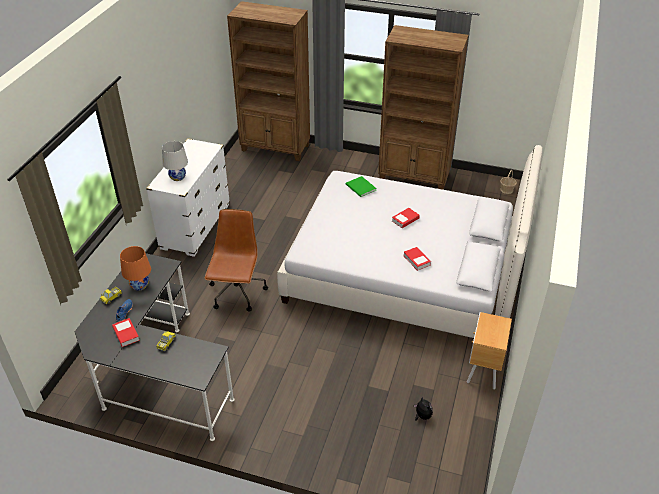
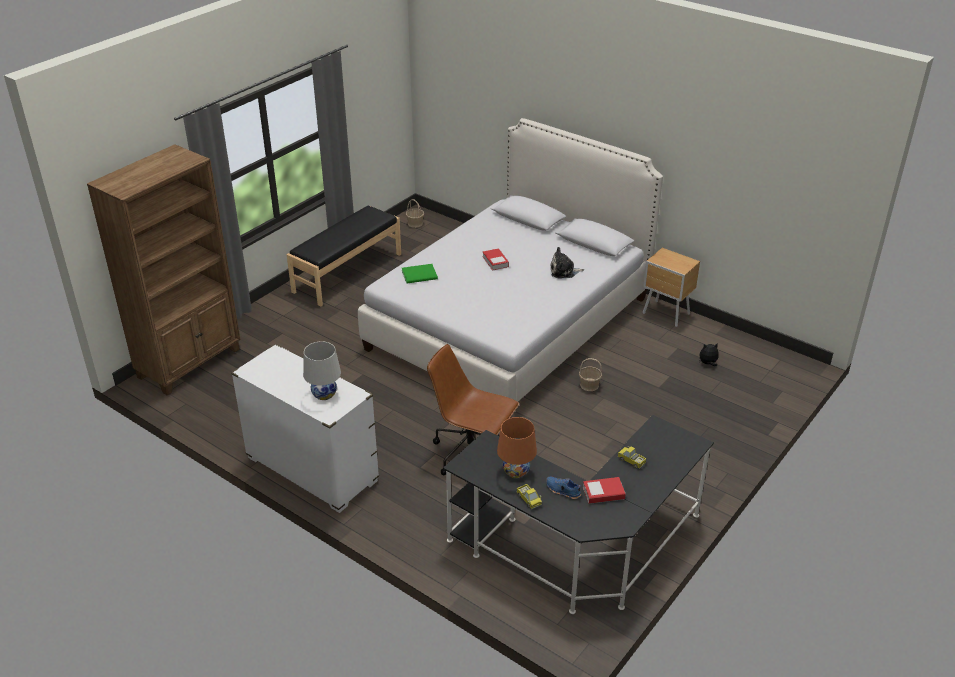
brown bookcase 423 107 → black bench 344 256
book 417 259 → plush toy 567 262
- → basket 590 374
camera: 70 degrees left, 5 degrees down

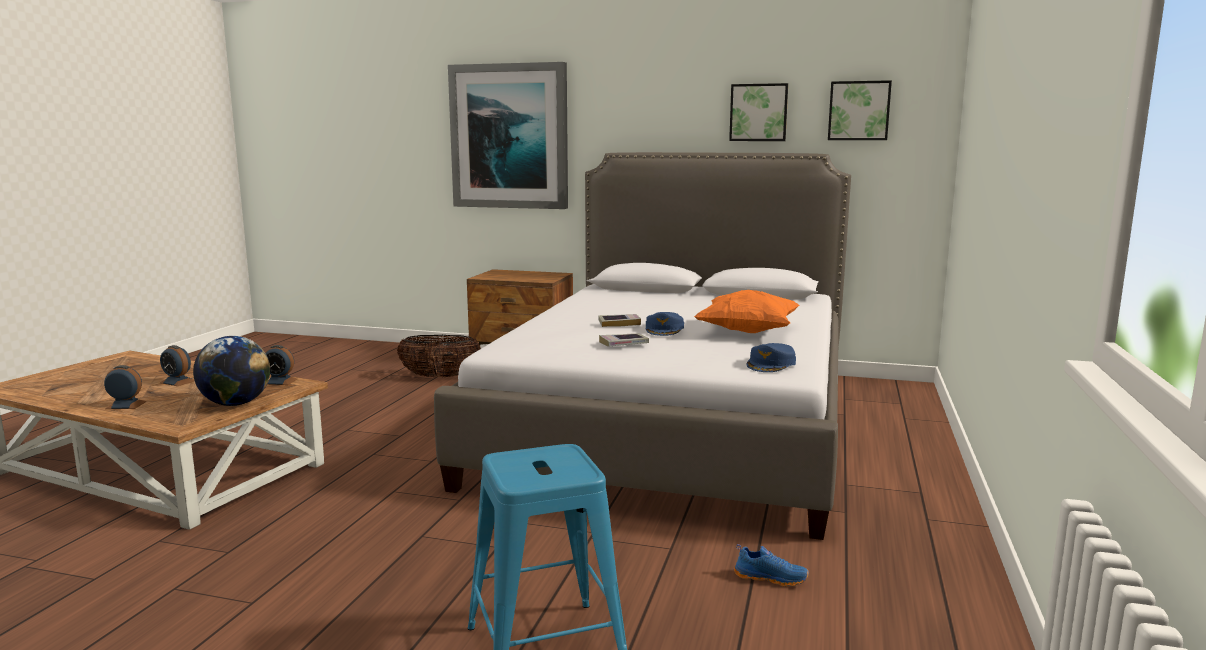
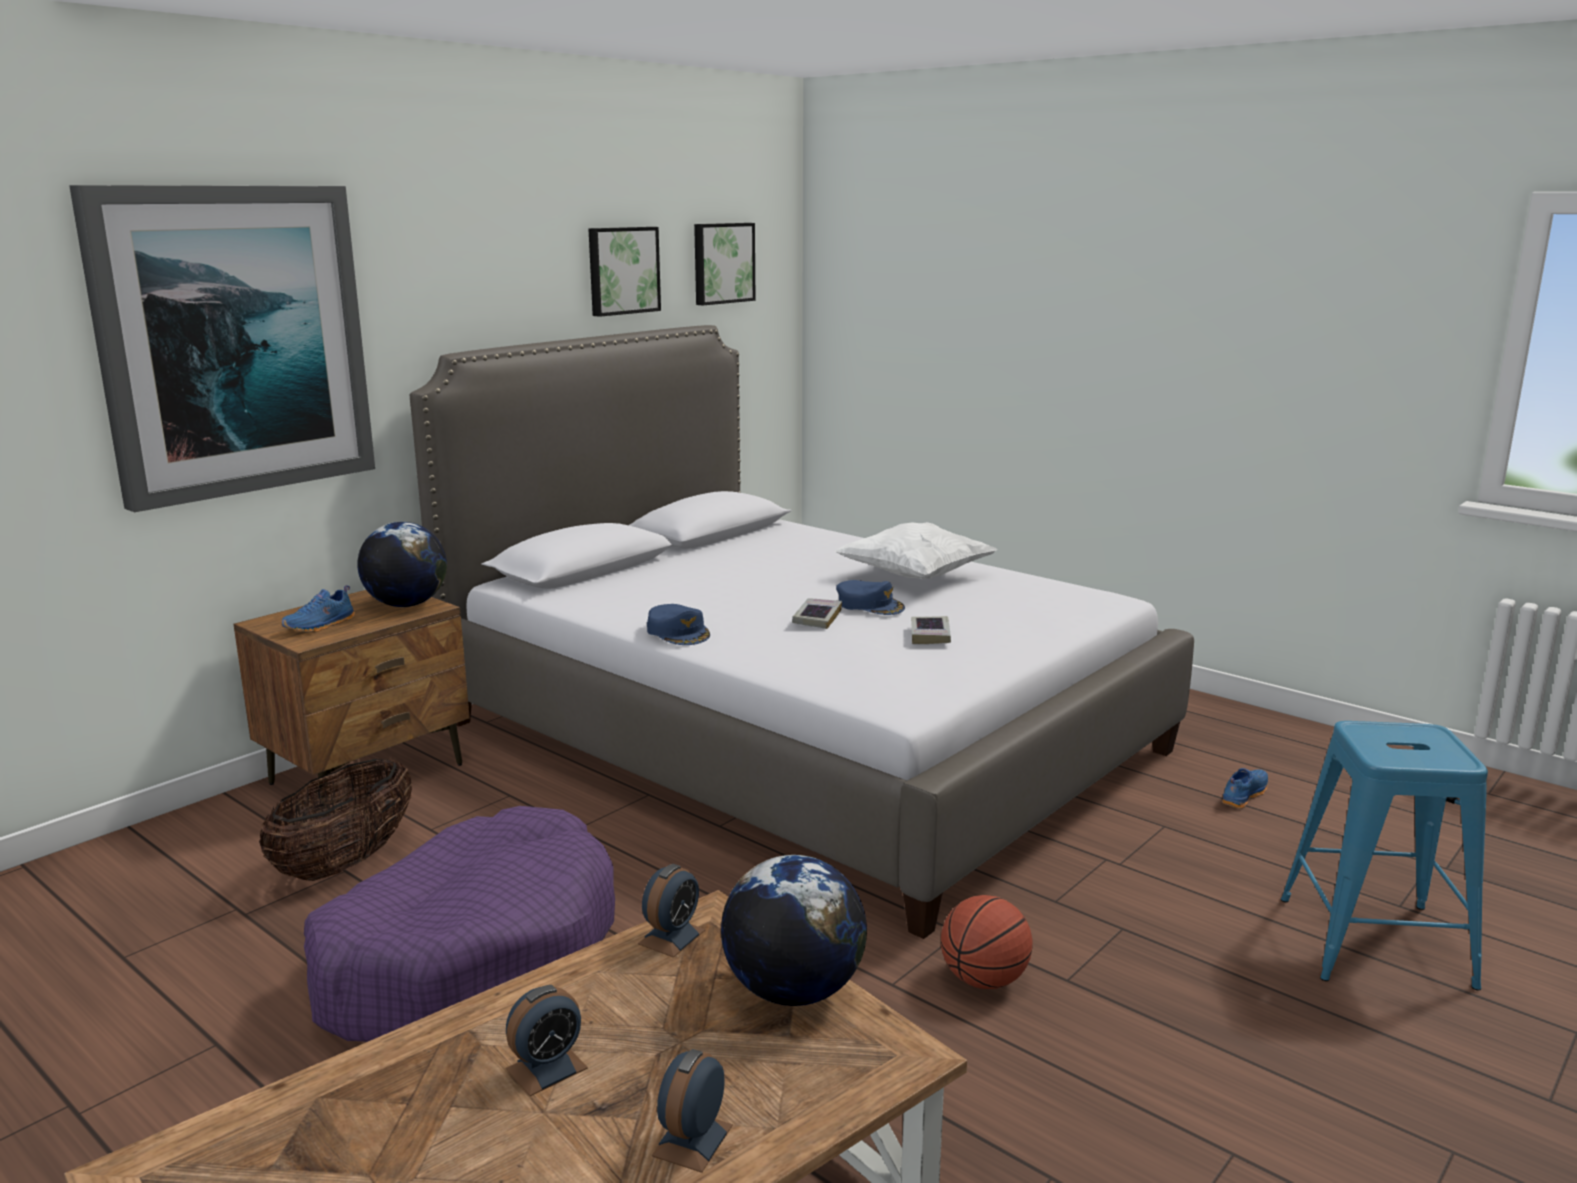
- → blue shoe 318 608
- → purple dog bed 459 924
- → globe 402 564
blue cap 771 357 → blue cap 678 624, move
orange pillow 747 311 → white pillow 916 551
- → basketball 987 942
camera: 65 degrees left, 5 degrees up

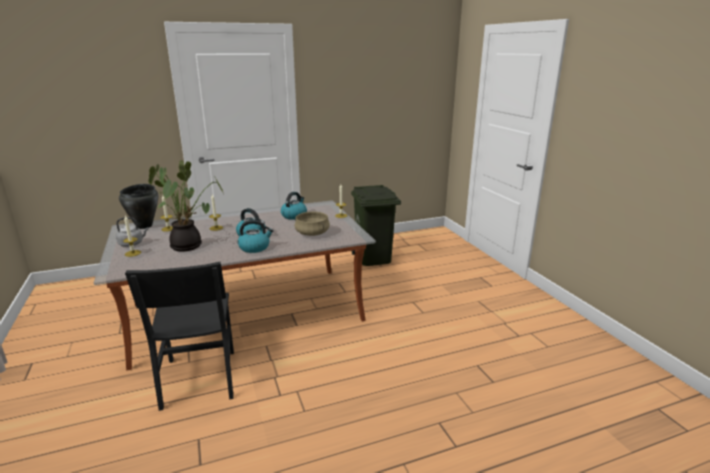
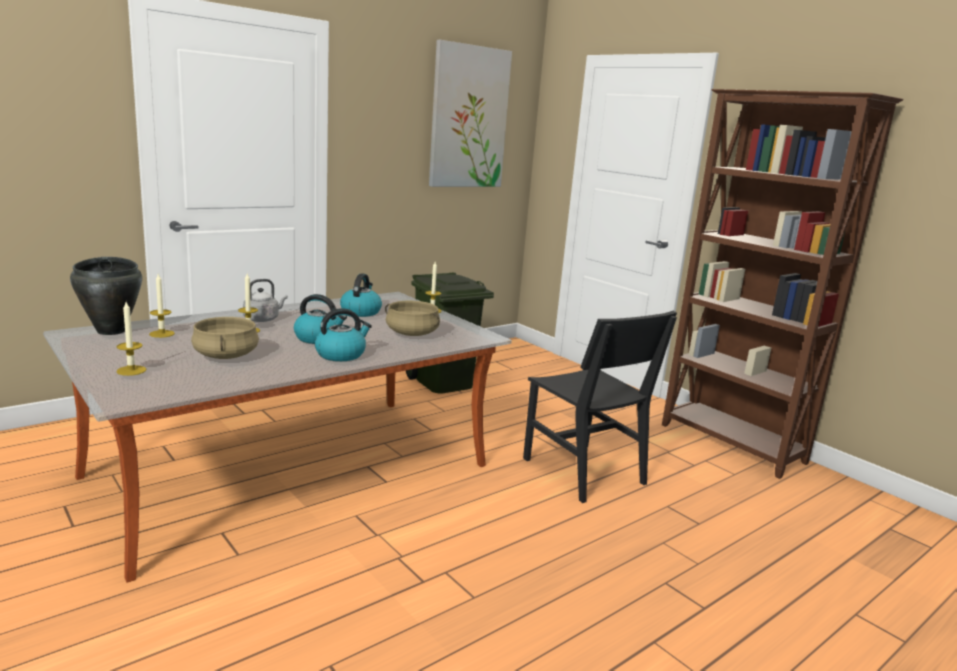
potted plant 185 206 → beige cooking pot 225 338
grey kettle 132 232 → grey kettle 265 300, move
- → picture 470 113
black chair 179 336 → black chair 600 407, move
- → brown bookcase 783 284
camera: 20 degrees left, 5 degrees down

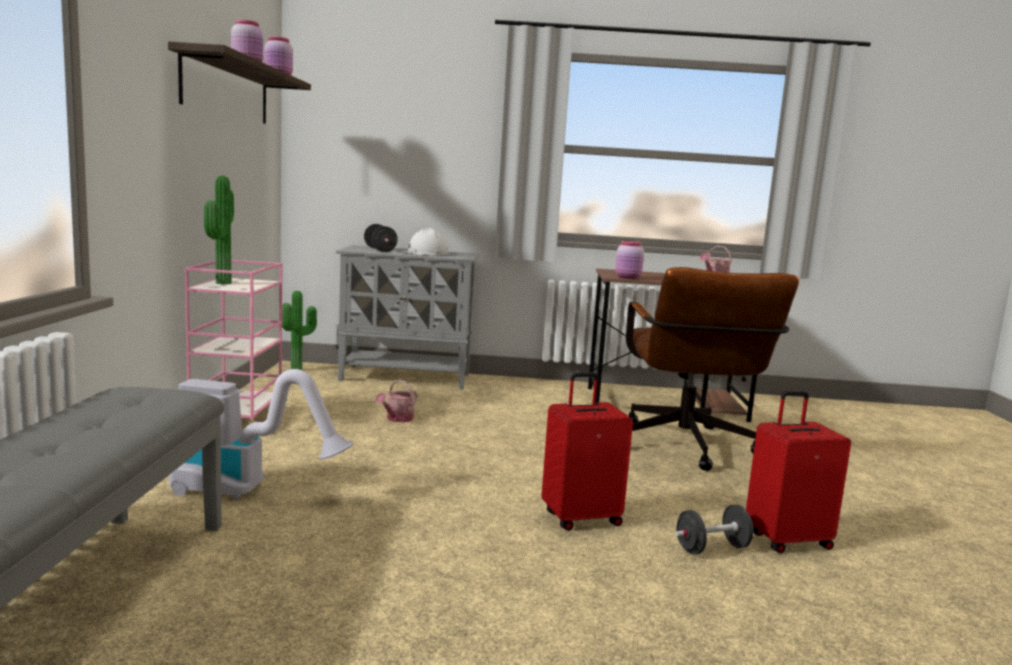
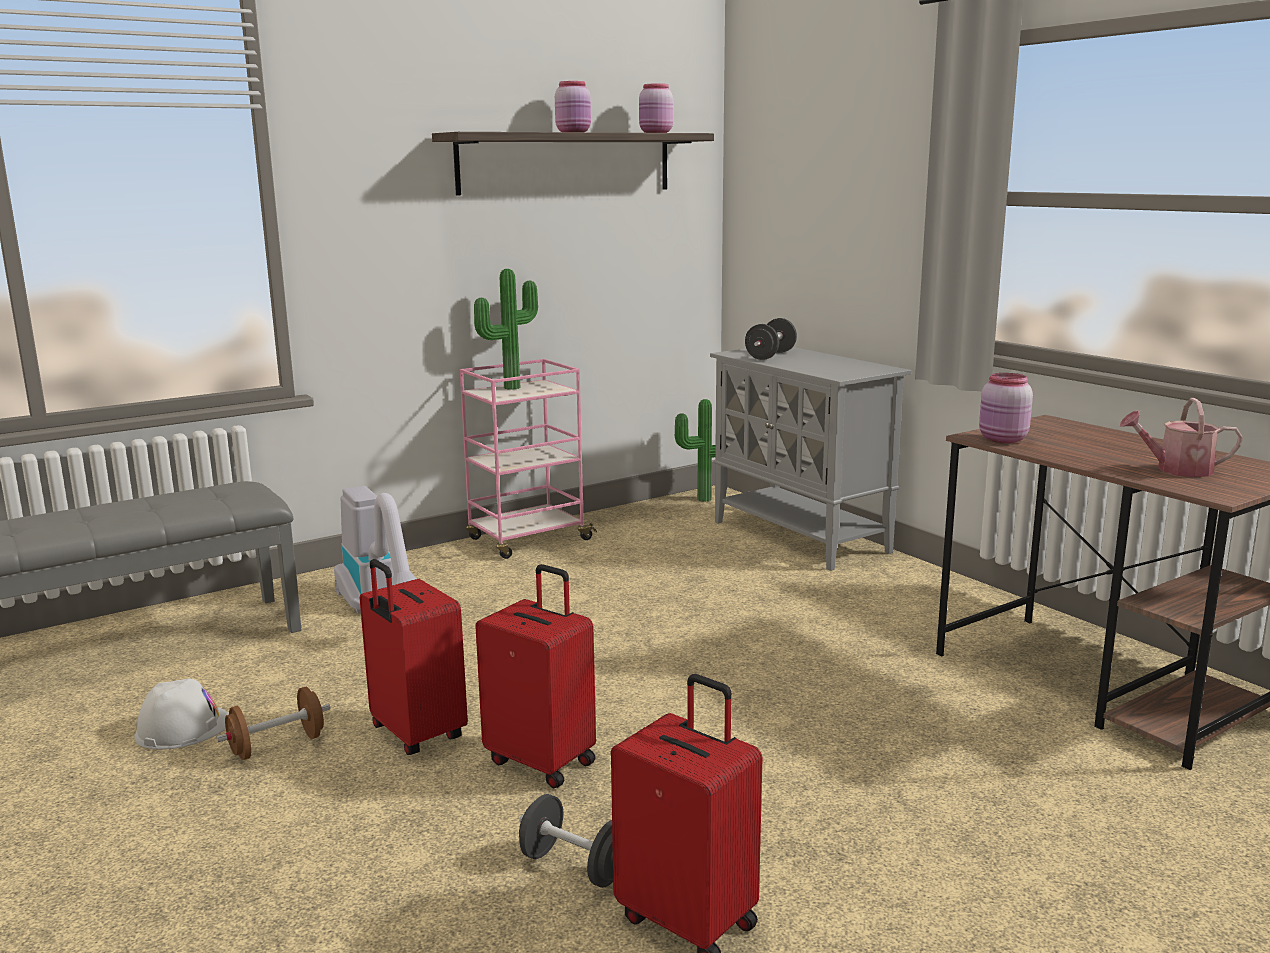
white hard hat 428 241 → white hard hat 181 713, move
- → brown dumbbell 273 723
- → red suitcase 414 657
watering can 396 401 → -
brown office chair 712 369 → -
camera: 55 degrees right, 5 degrees up

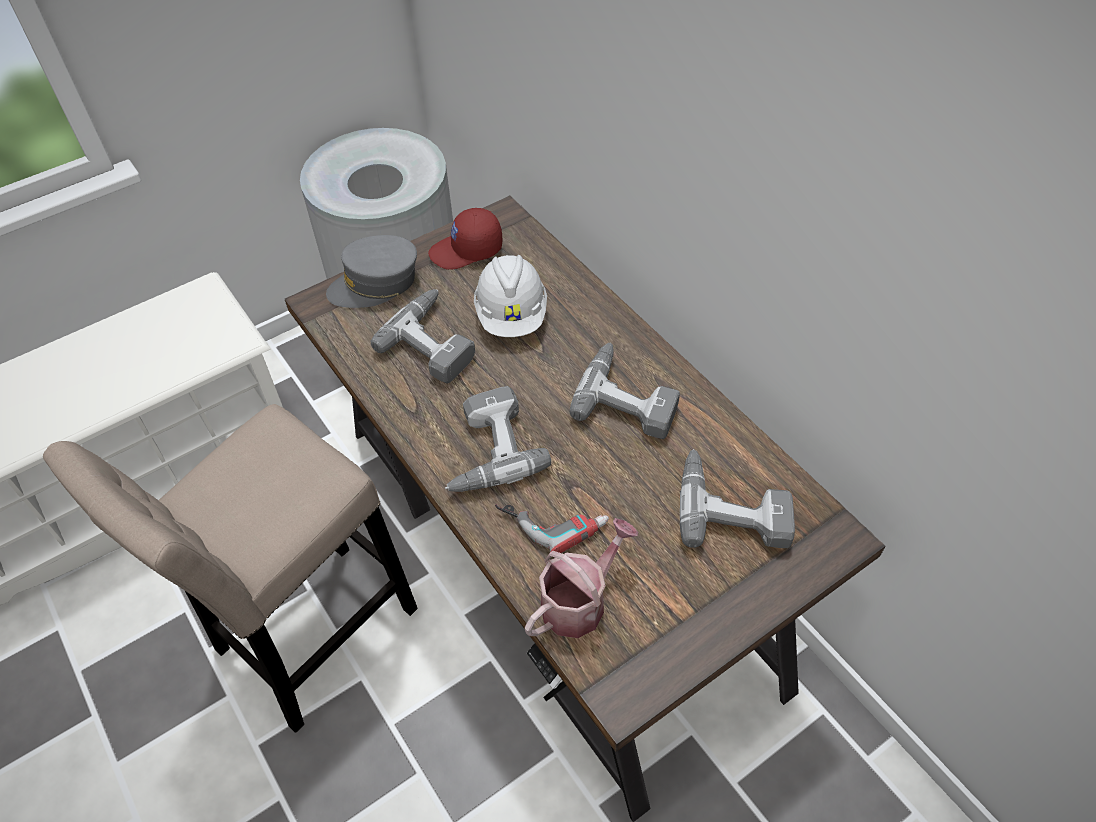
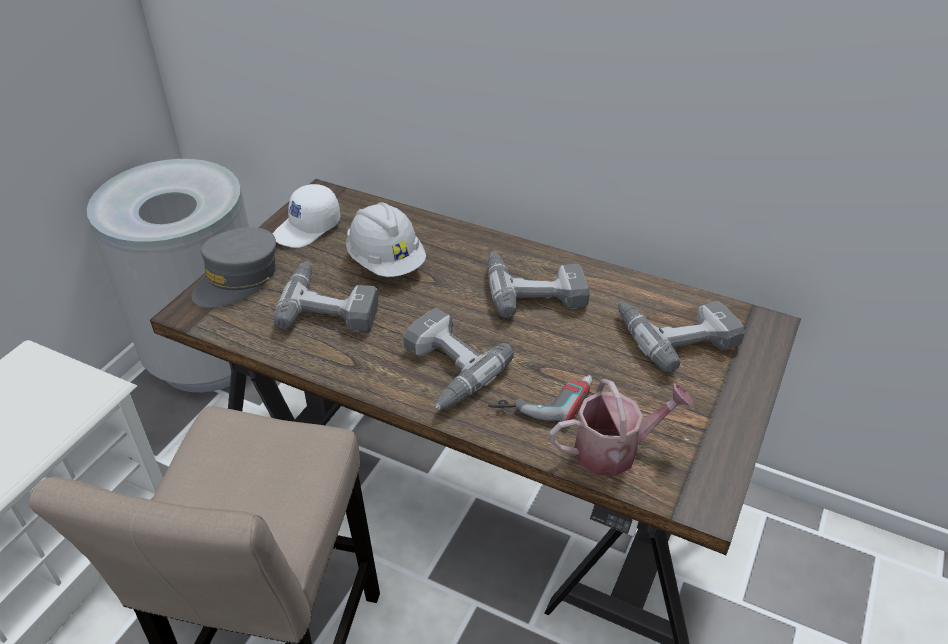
red cap 465 239 → white cap 306 216
watering can 581 578 → watering can 622 427, 60 degrees clockwise
camera: 30 degrees left, 10 degrees down

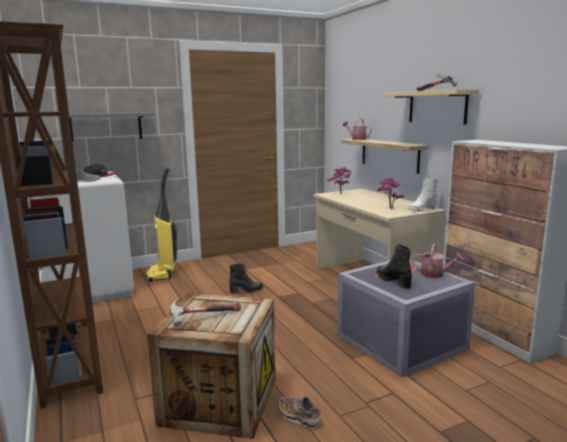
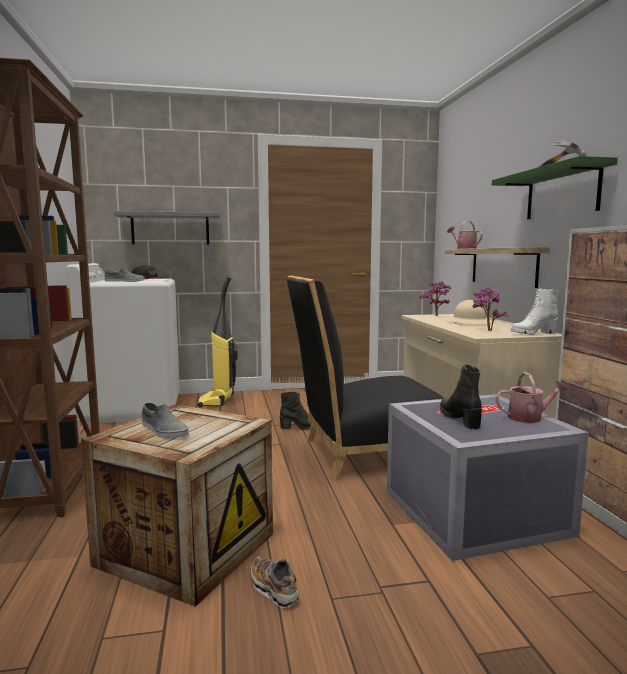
hammer 205 311 → grey shoe 165 421
- → black chair 365 378
- → beige hard hat 470 312
beige shelf 431 106 → green shelf 555 187
watering can 437 261 → watering can 532 397, 45 degrees counterclockwise
camera: 15 degrees right, 5 degrees down

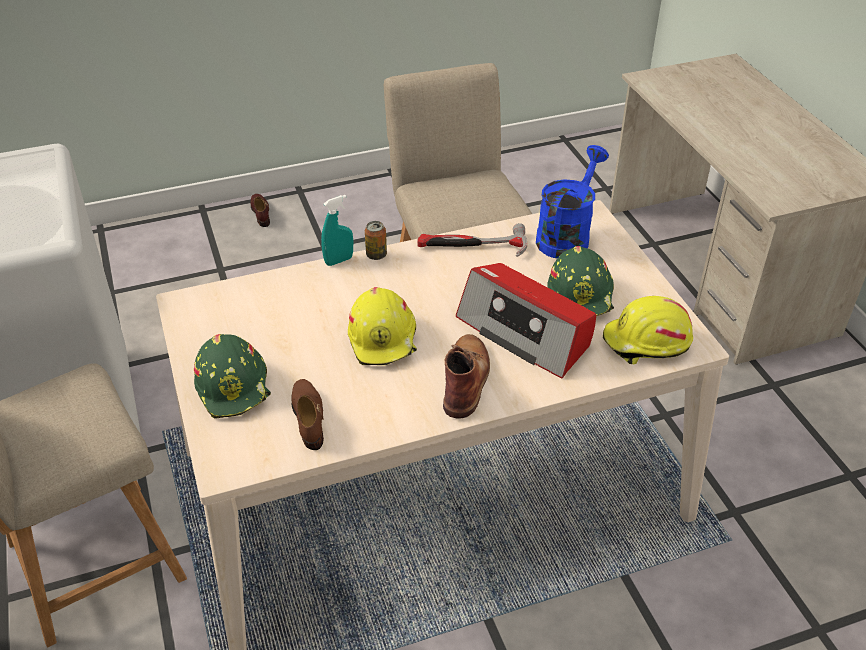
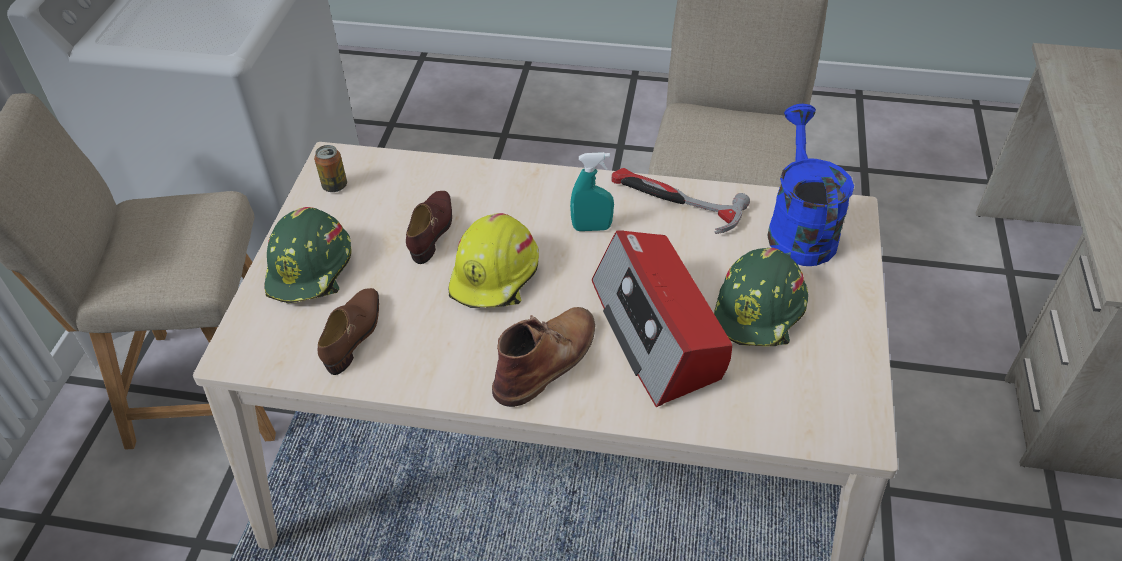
can 376 240 → can 330 168, move
brown shoe 260 210 → brown shoe 429 227, move
turquoise spray bottle 337 230 → turquoise spray bottle 592 191, move
blue watering can 572 201 → blue watering can 810 185, 60 degrees counterclockwise
yellow hard hat 648 330 → -
camera: 30 degrees right, 5 degrees up

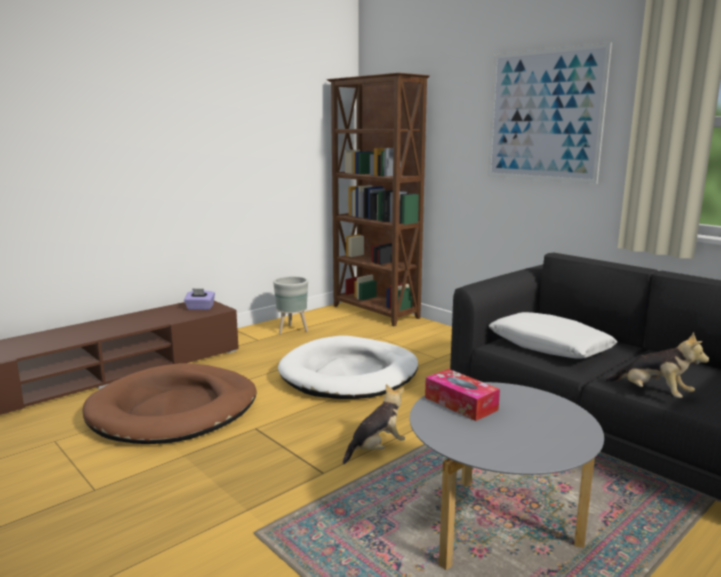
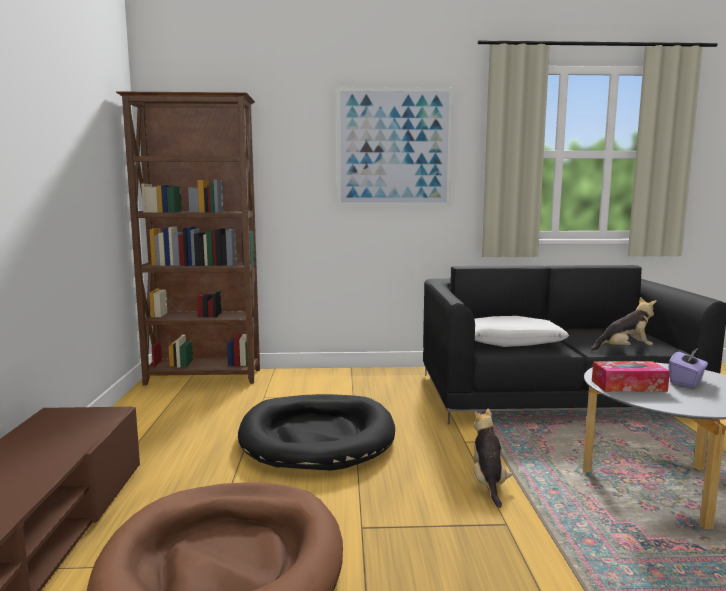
white dog bed 348 367 → black dog bed 316 432
purple tissue box 199 299 → purple tissue box 688 367, move
grey planter 290 305 → -
camera: 50 degrees left, 5 degrees down

